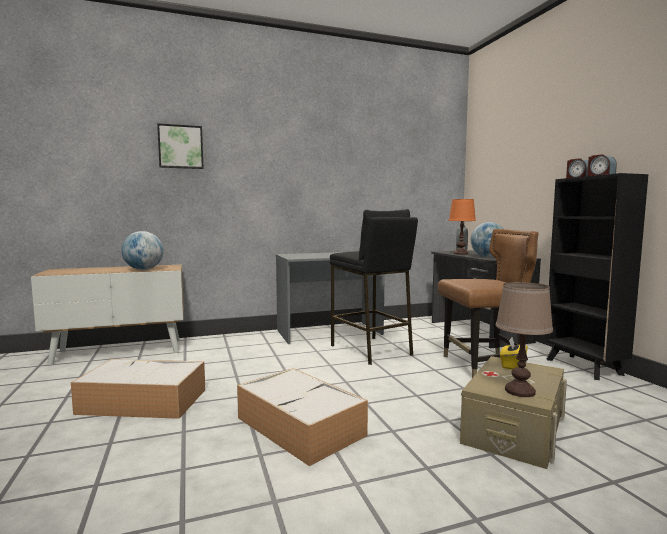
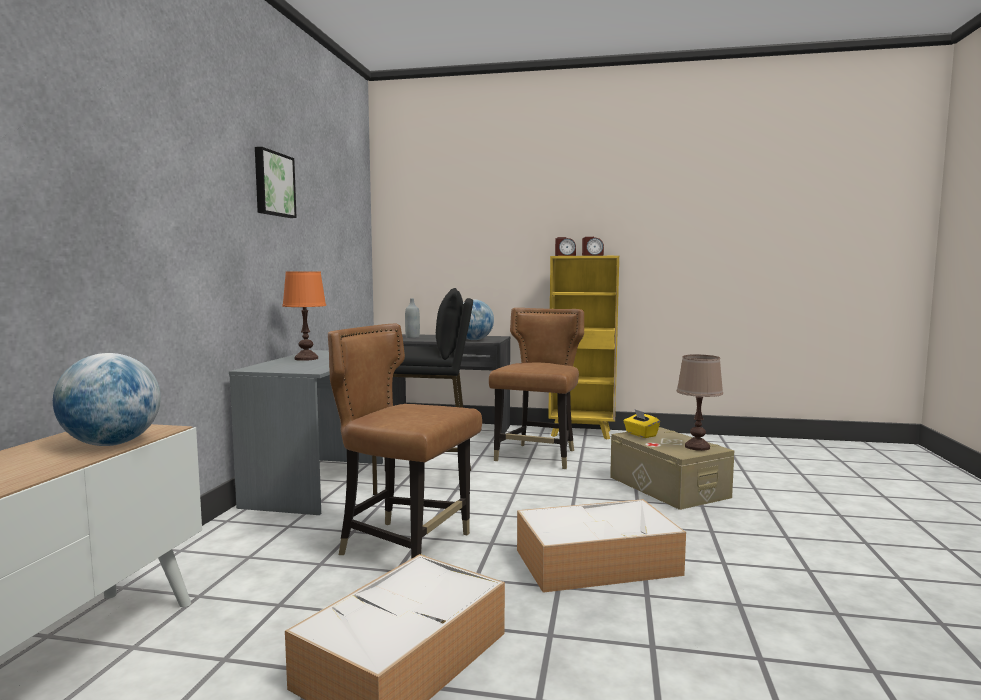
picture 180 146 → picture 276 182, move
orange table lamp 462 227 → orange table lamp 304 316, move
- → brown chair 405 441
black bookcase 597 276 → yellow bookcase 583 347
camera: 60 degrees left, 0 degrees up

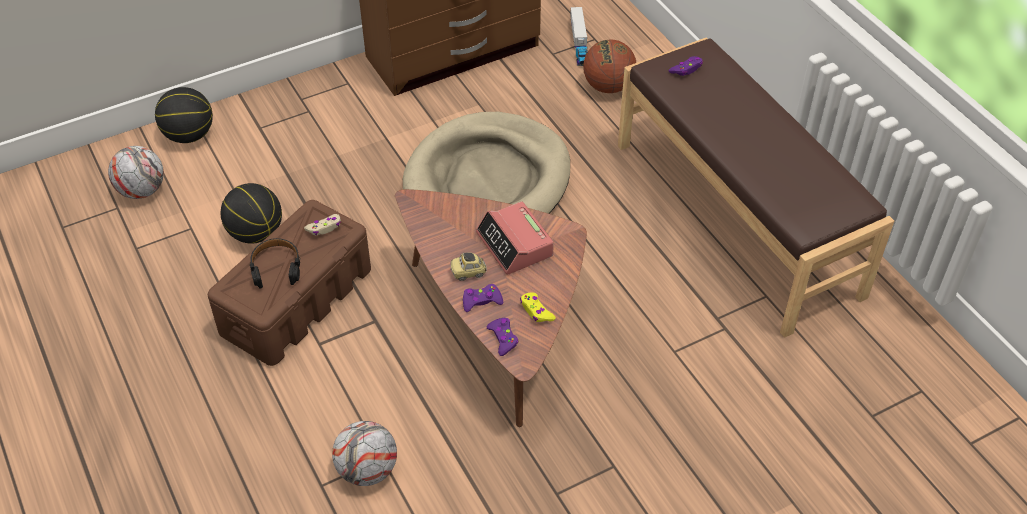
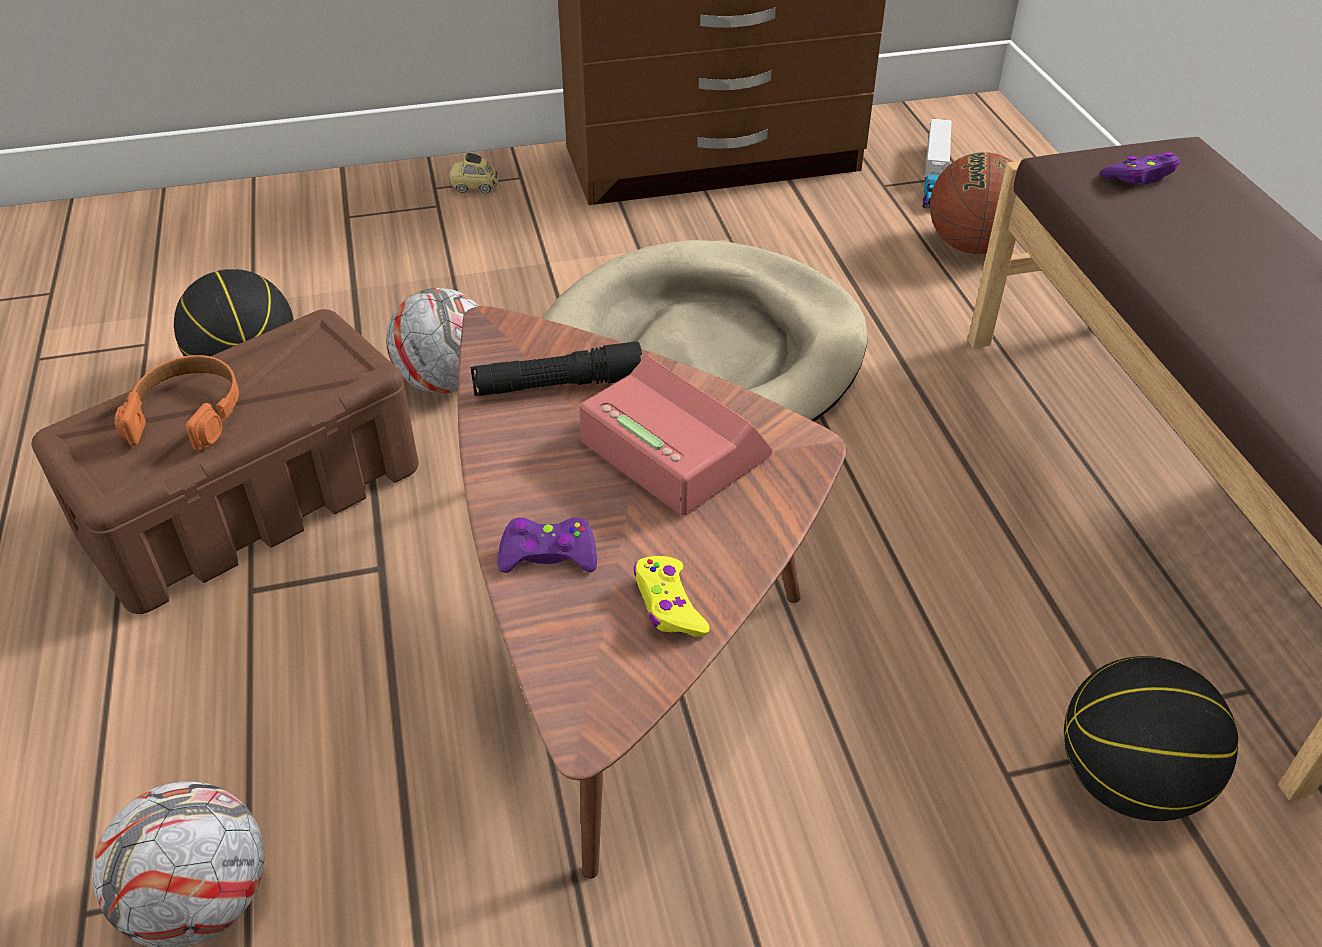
black headphones 275 263 → orange headphones 177 403
football 136 172 → football 432 341, move
toy car 468 267 → toy car 474 173, move
- → black flashlight 556 368
alarm clock 515 238 → alarm clock 676 435, 150 degrees clockwise
basketball 184 115 → basketball 1151 738, move
beige game controller 322 224 → -
purple game controller 502 337 → -
camera: 15 degrees right, 5 degrees down

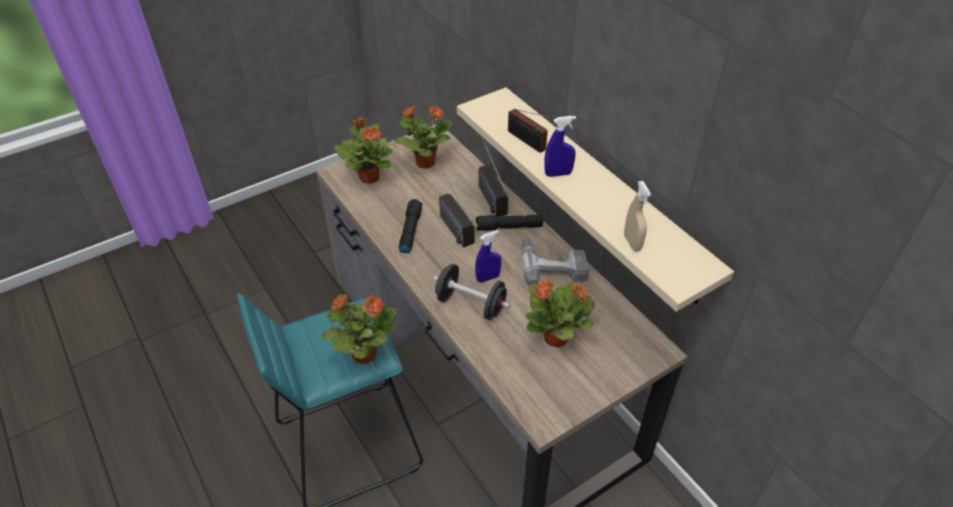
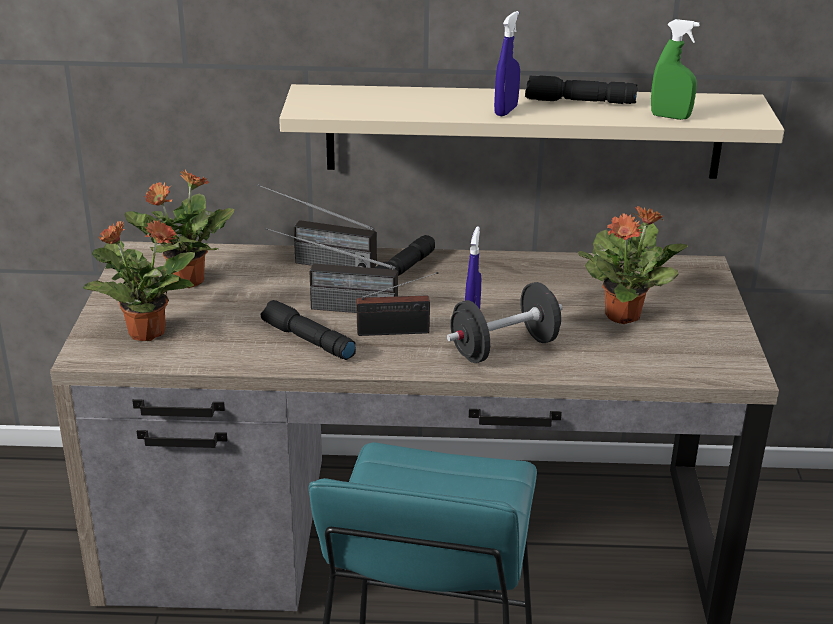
radio 530 131 → radio 397 304, move
- → black flashlight 581 89
beige spray bottle 637 216 → green spray bottle 675 69
potted plant 359 329 → -
power drill 555 260 → -
camera: 55 degrees left, 15 degrees down

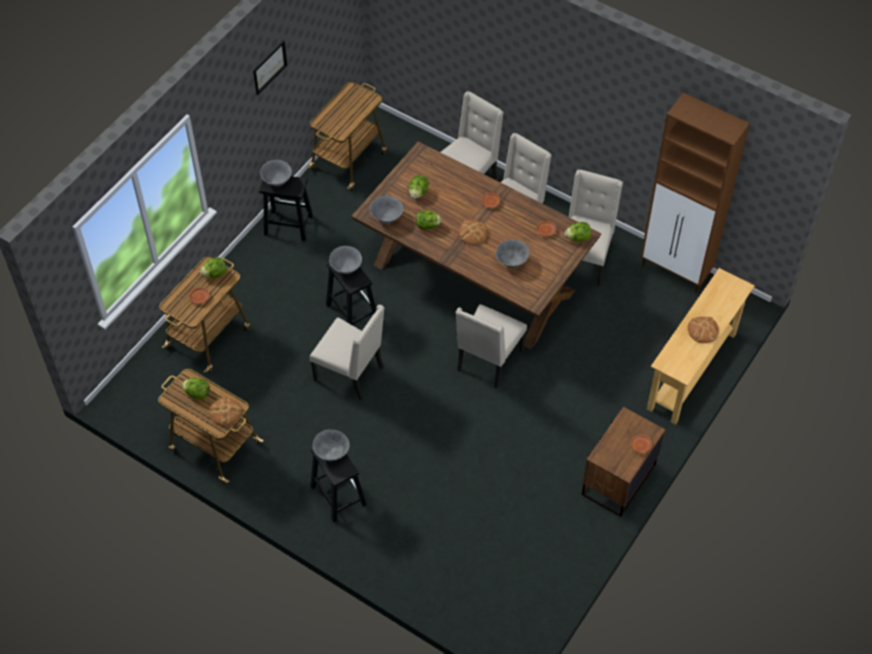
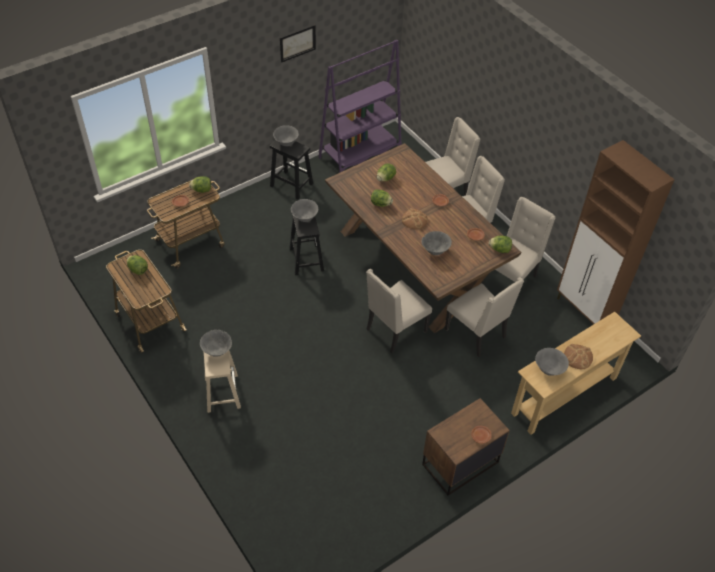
black stool 338 485 → beige stool 222 382
cart 347 136 → purple bookcase 360 106
beige chair 347 352 → beige chair 484 317, move
grey bowl 386 210 → grey bowl 552 362, move
bread 225 411 → -
camera: 20 degrees right, 5 degrees down

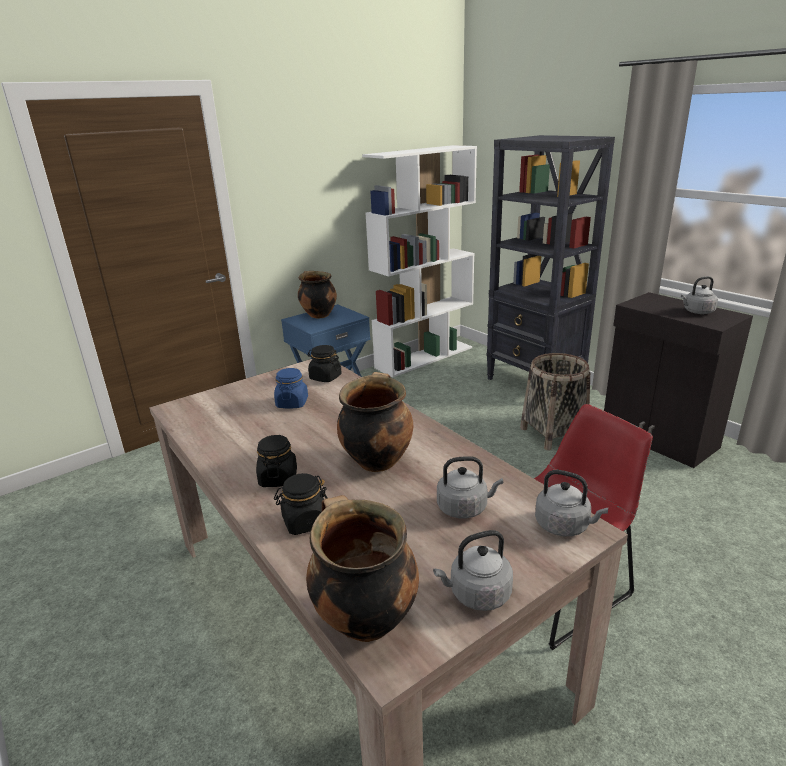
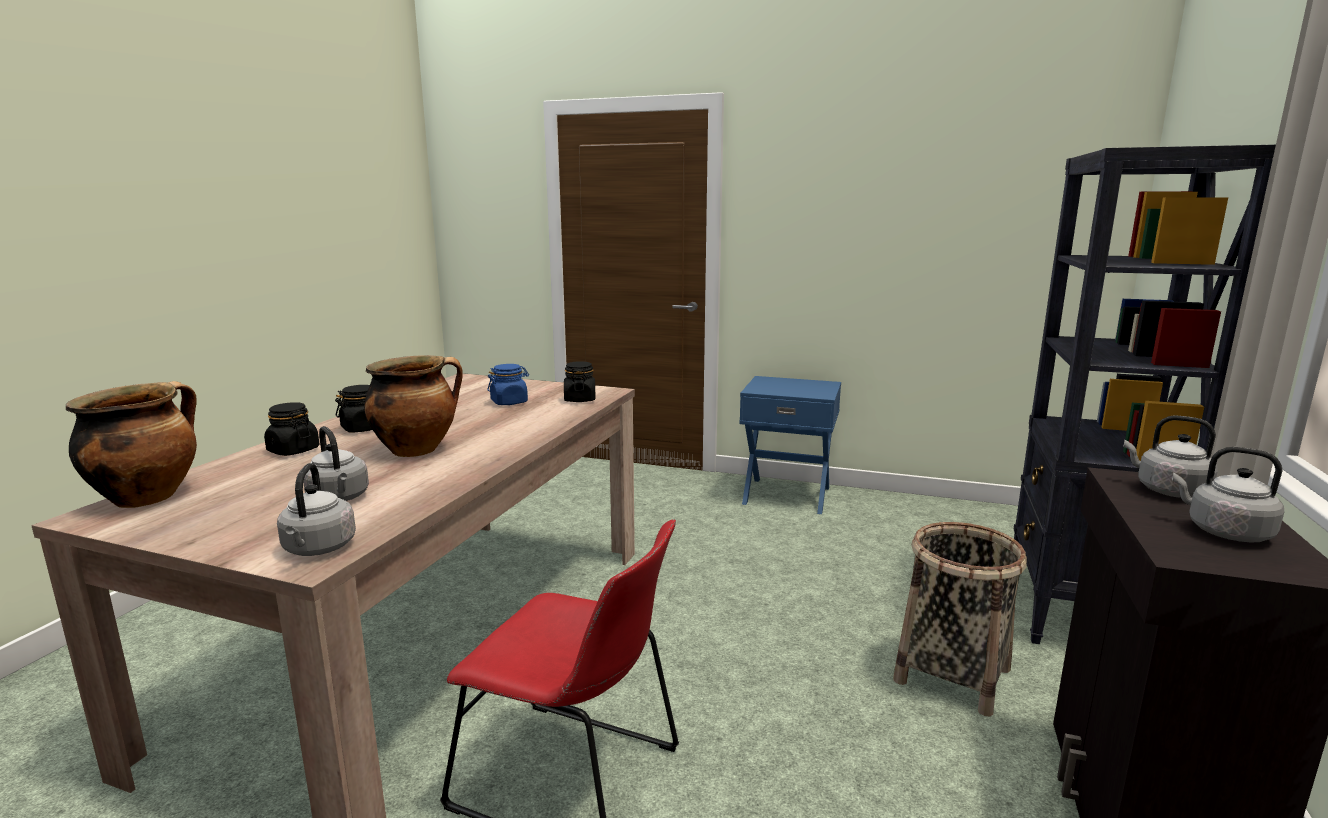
grey kettle 473 570 → grey kettle 1171 456, move
cooking pot 317 295 → -
white bookcase 419 261 → -
camera: 55 degrees right, 10 degrees down

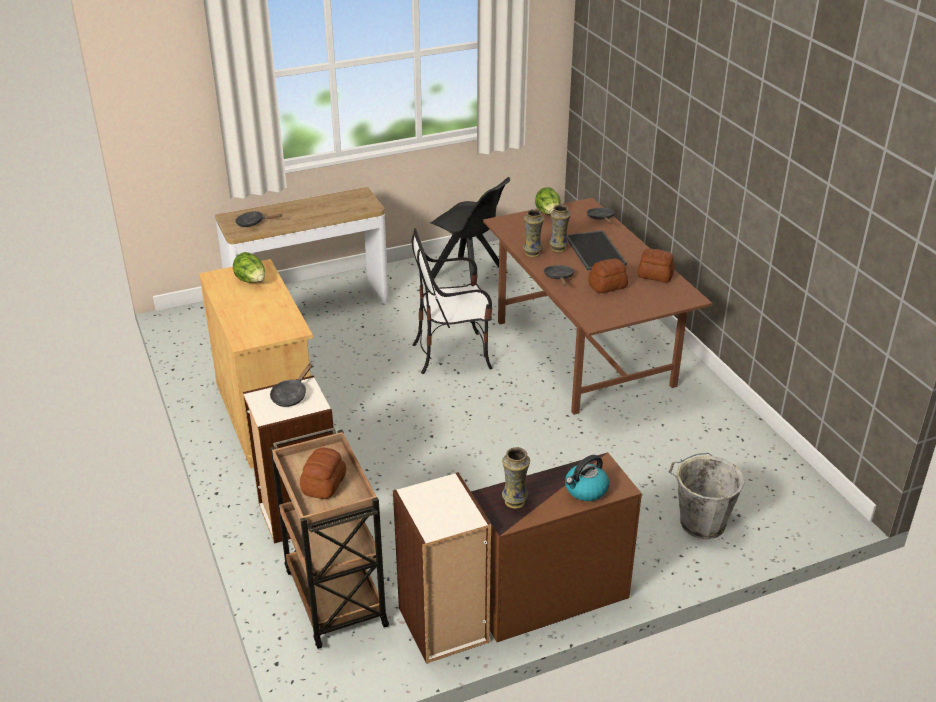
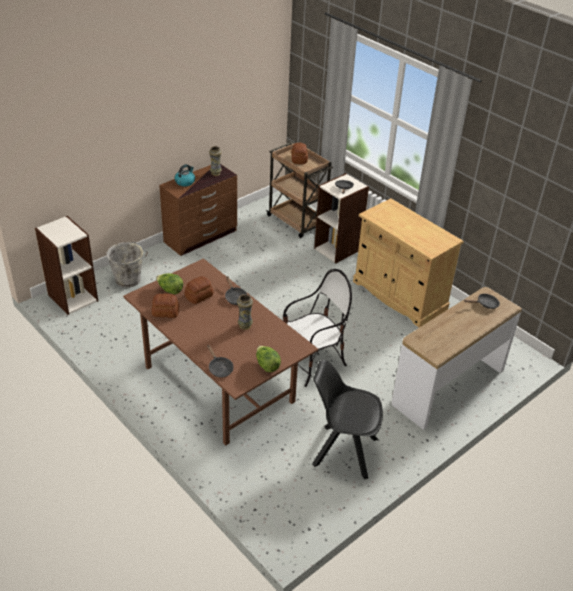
bookcase 442 568 → bookcase 66 265, move
lettuce 249 267 → lettuce 169 283, move
vase 533 233 → -
tray 597 250 → -
camera: 160 degrees right, 5 degrees up

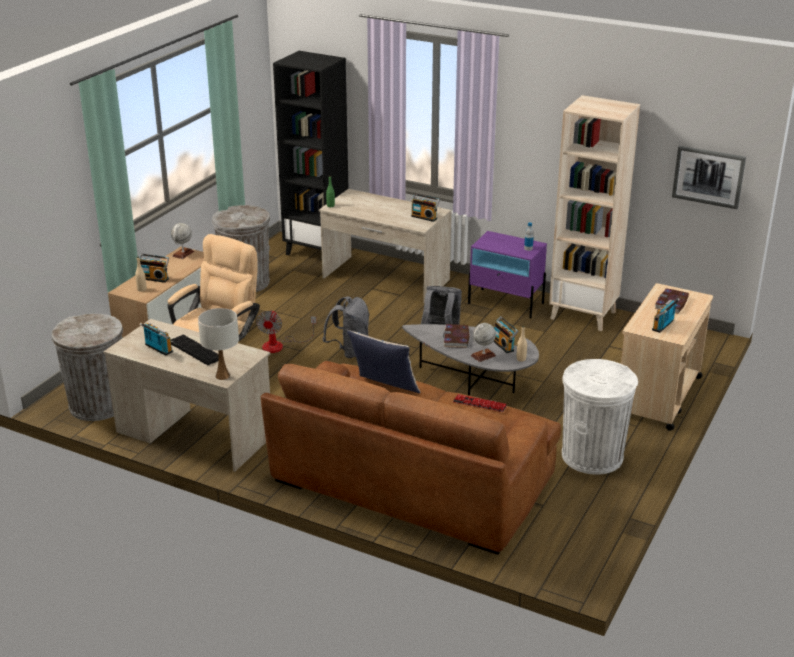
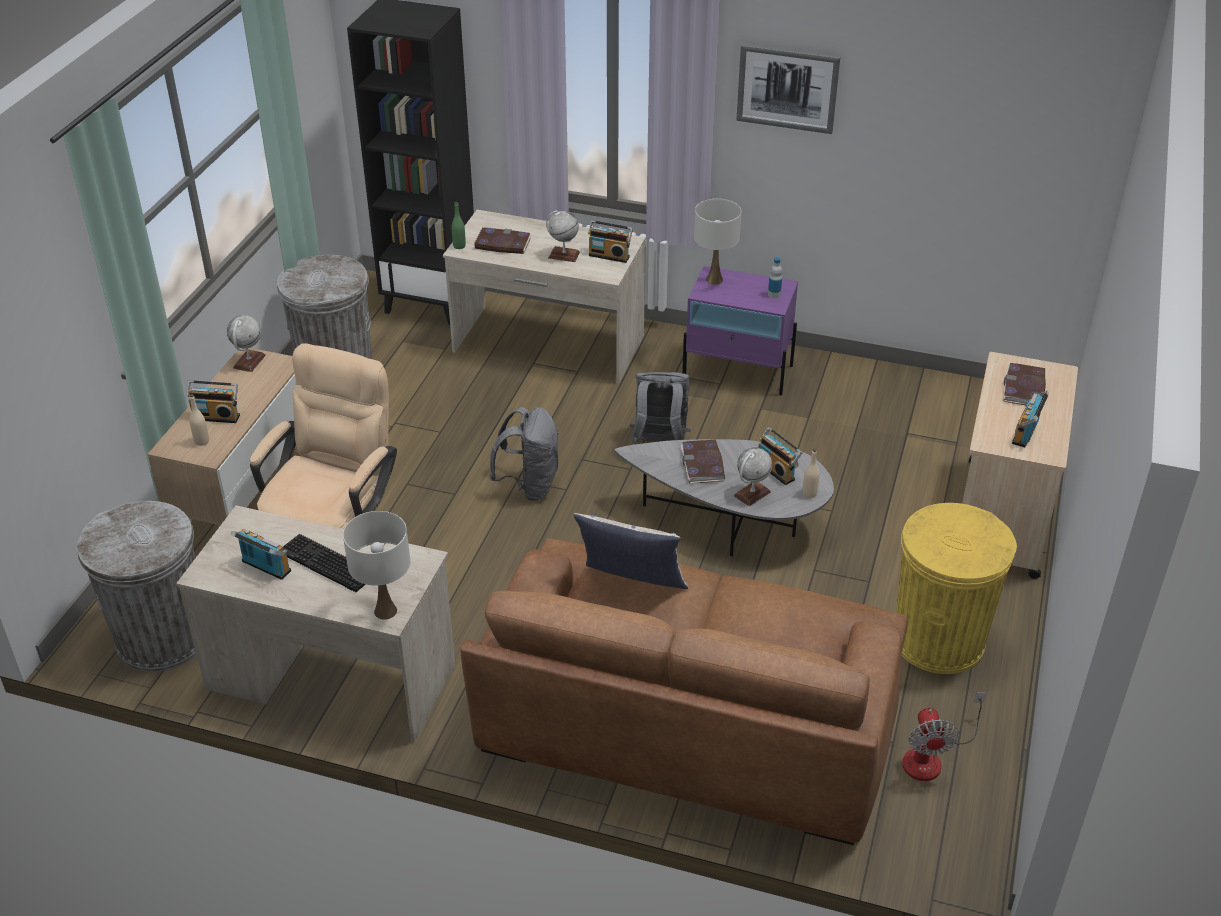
- → book 502 240
- → globe 563 236
- → white table lamp 717 242
picture 709 177 → picture 788 89, move
white trash can 600 417 → yellow trash can 956 588
fan 286 331 → fan 944 736, move
keyboard 480 403 → -
beige bookcase 594 213 → -
camera: 10 degrees left, 10 degrees up

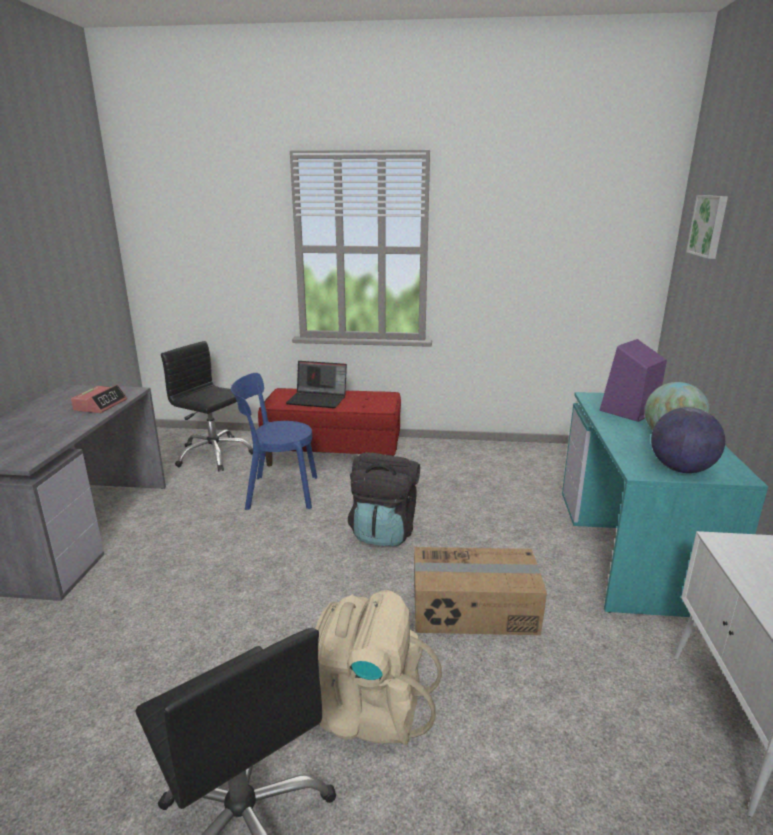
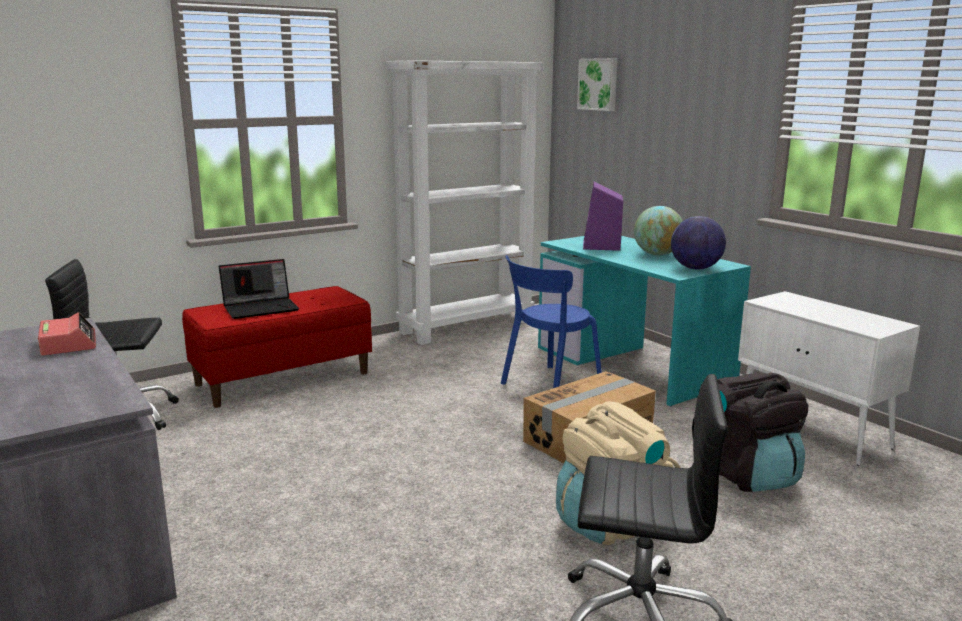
- → white bookcase 464 202
blue chair 274 441 → blue chair 551 321, move
black backpack 384 499 → black backpack 750 432, move
camera: 40 degrees left, 5 degrees down

